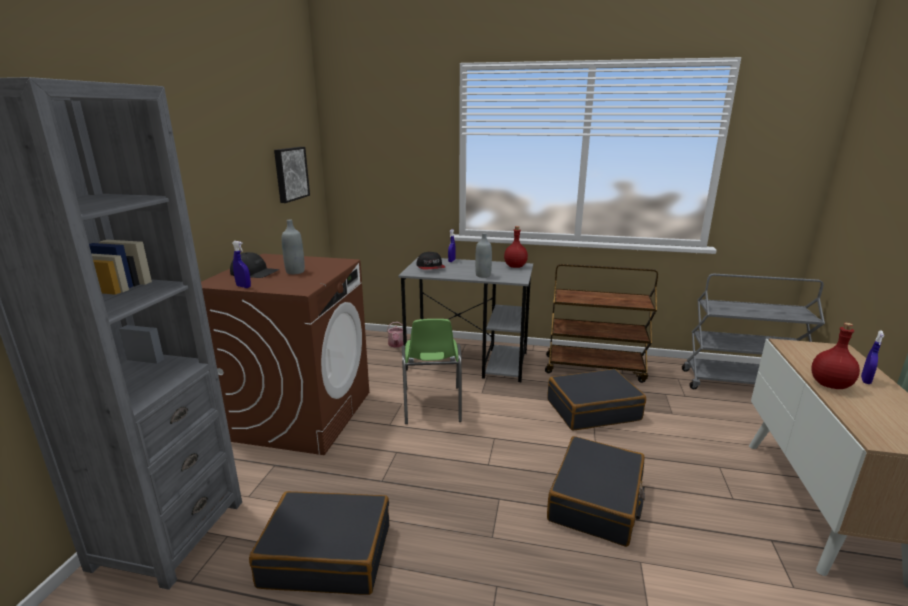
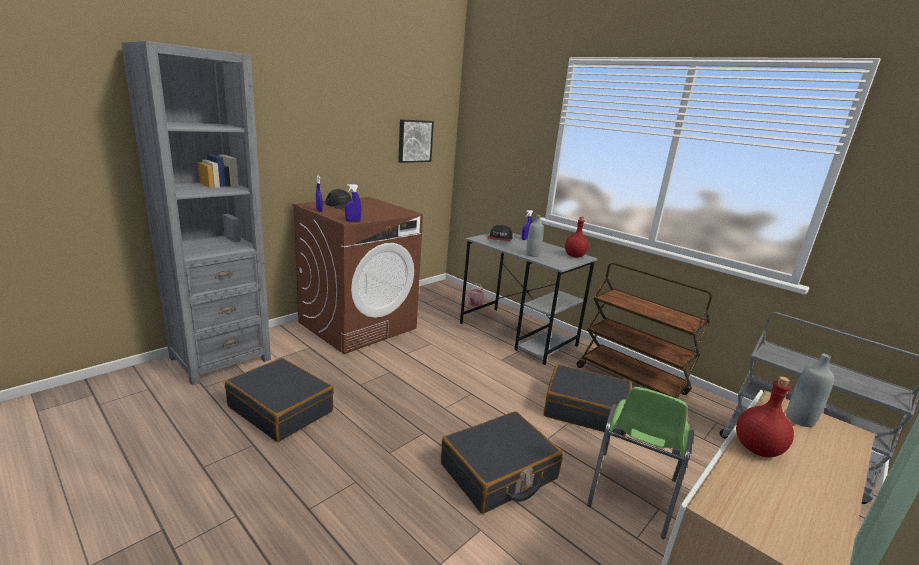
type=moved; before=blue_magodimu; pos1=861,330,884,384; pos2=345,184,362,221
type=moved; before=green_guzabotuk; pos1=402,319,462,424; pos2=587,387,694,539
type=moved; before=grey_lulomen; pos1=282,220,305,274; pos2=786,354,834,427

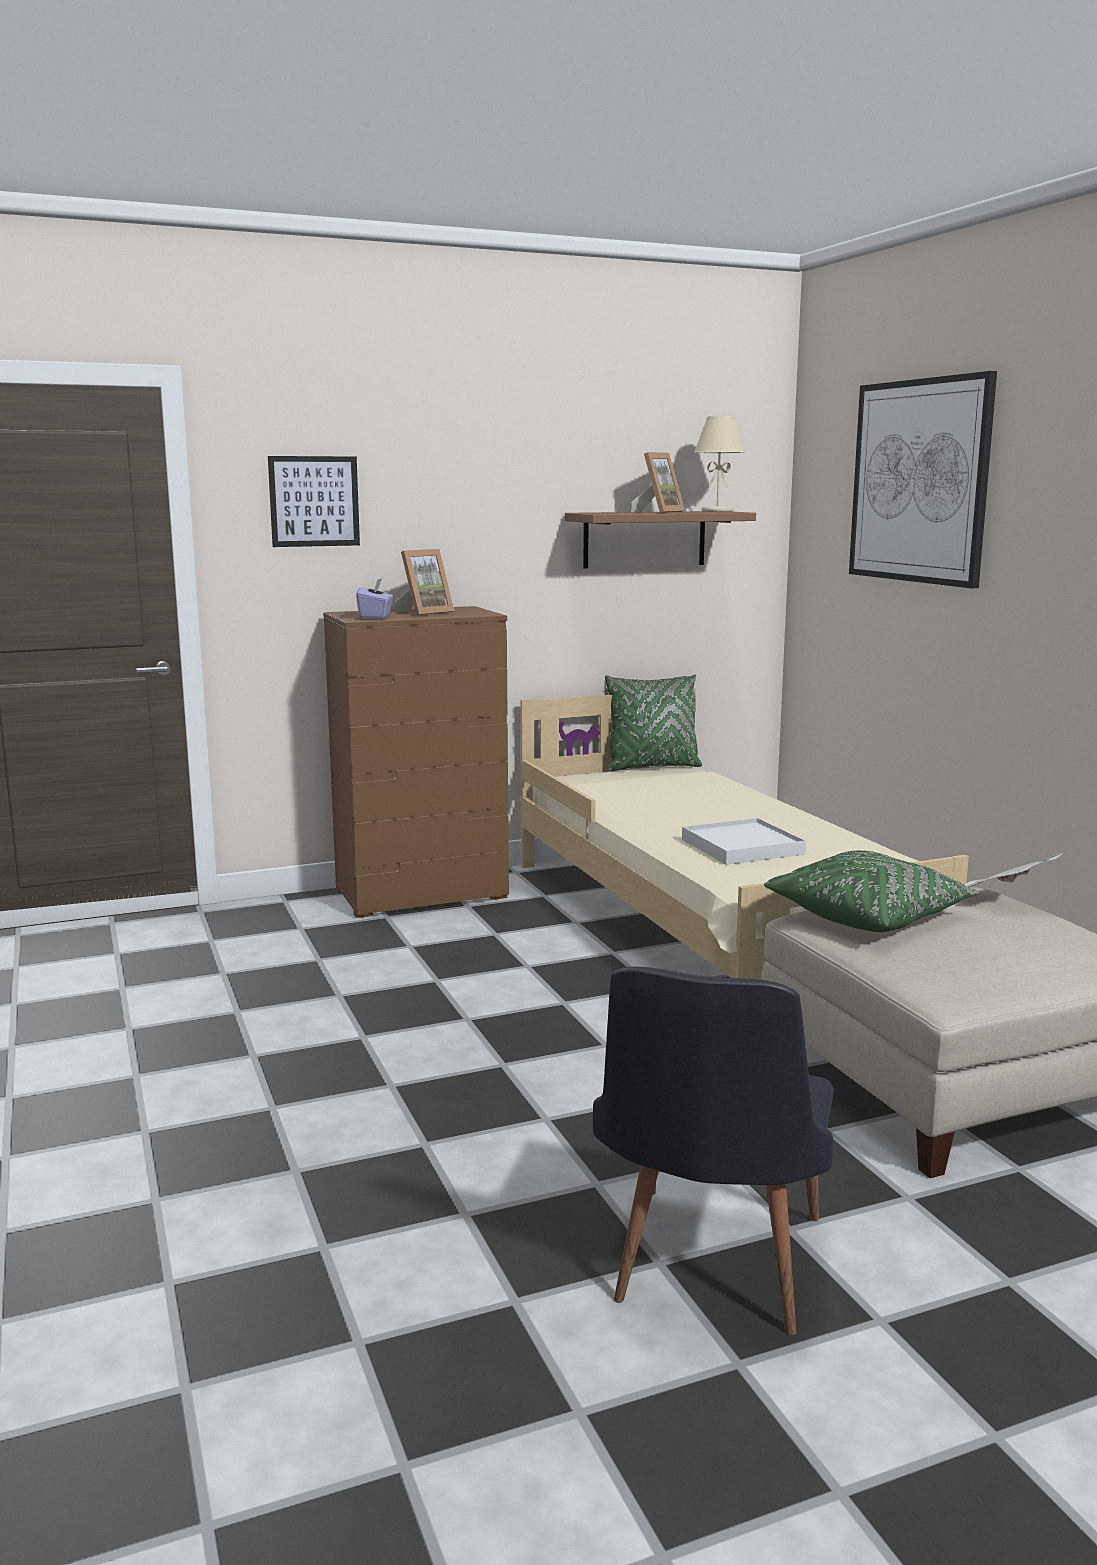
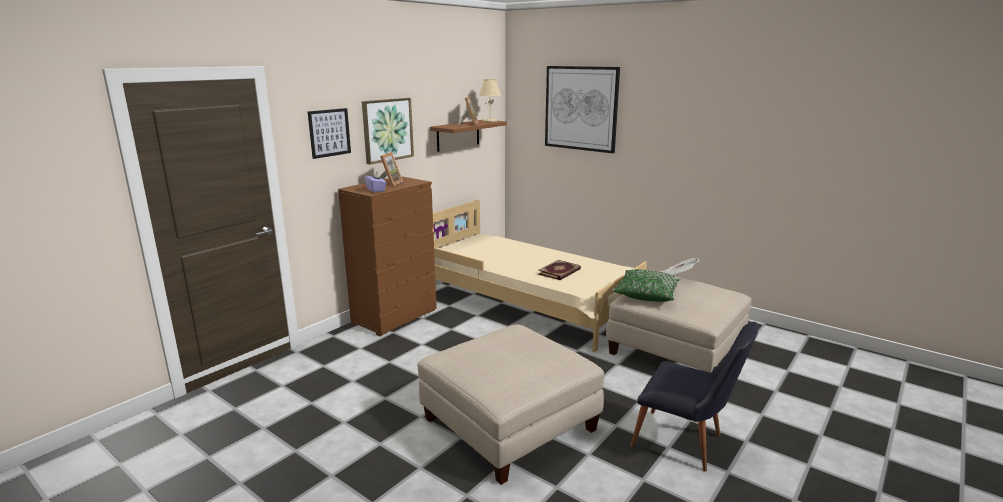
type=added; after=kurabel; pos2=362,98,414,165
type=added; after=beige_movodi; pos2=417,324,604,485
type=replaced; before=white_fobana; after=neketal; pos1=682,818,806,865; pos2=538,260,581,280
type=turned; before=black_guzabotuk; pos1=593,967,834,1335; pos2=630,322,758,472; turn=-45
type=removed; before=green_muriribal; pos1=605,675,702,772

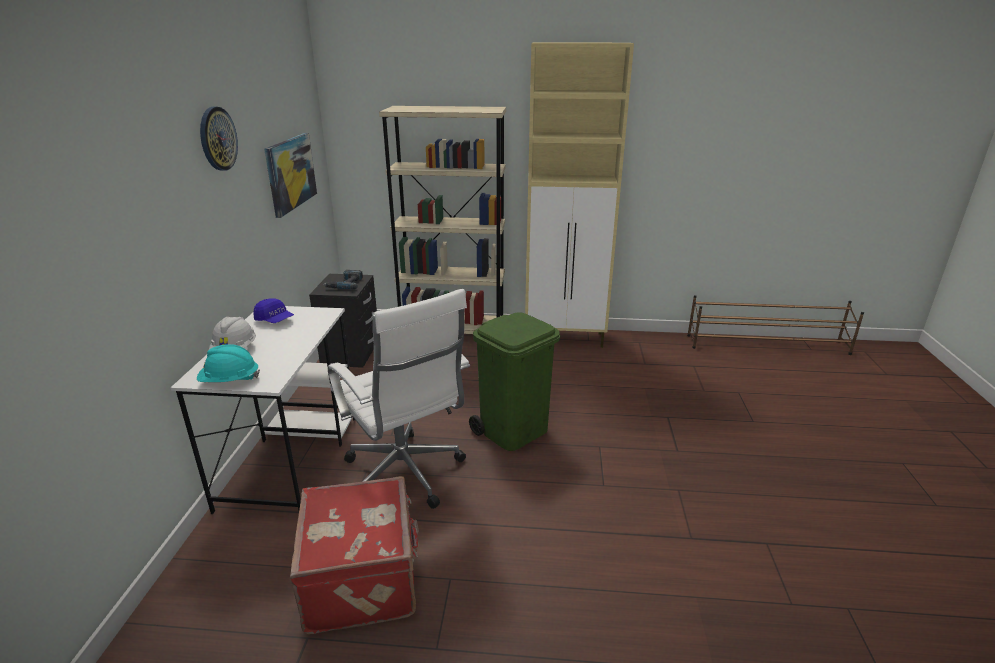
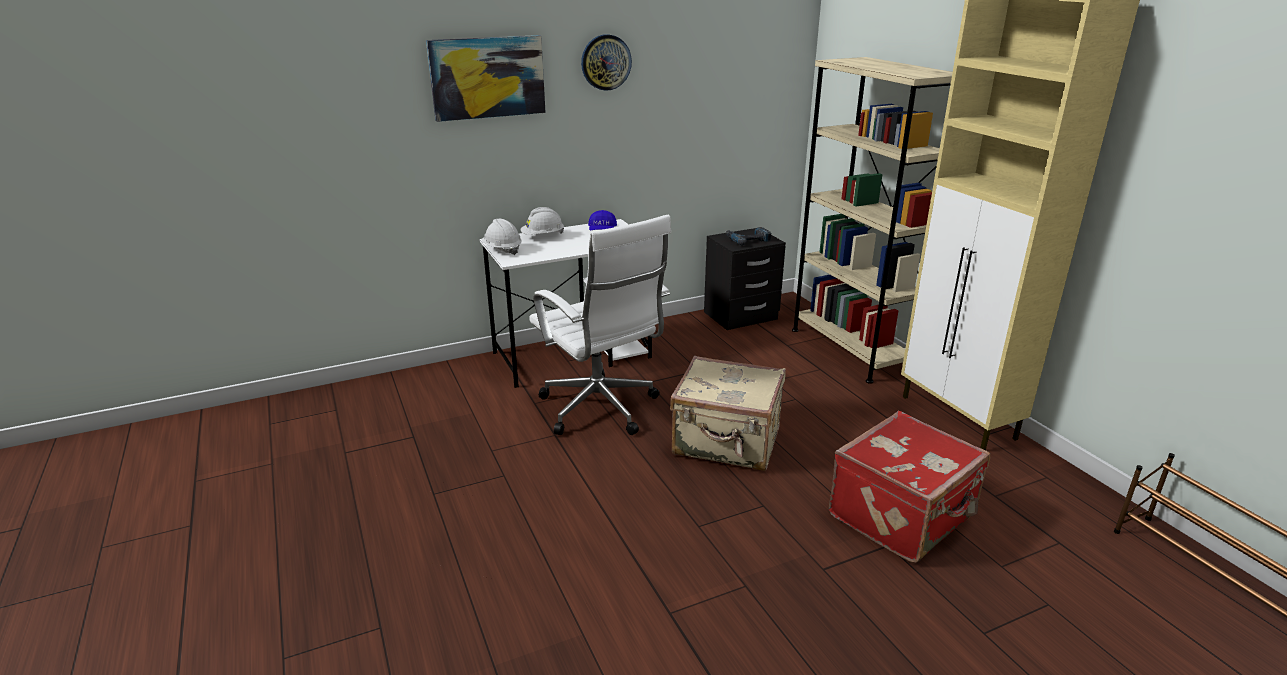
type=moved; before=kurabel; pos1=264,133,317,218; pos2=426,35,546,122
type=recoloured; before=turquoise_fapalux; after=white_fapalux; pos1=197,344,260,382; pos2=481,219,522,255
type=turned; before=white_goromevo; pos1=328,289,470,509; pos2=529,215,671,435; turn=-60
type=replaced; before=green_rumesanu; after=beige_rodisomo; pos1=469,312,560,451; pos2=670,356,786,471
type=moved; before=red_rodisomo; pos1=290,476,419,634; pos2=829,411,990,563

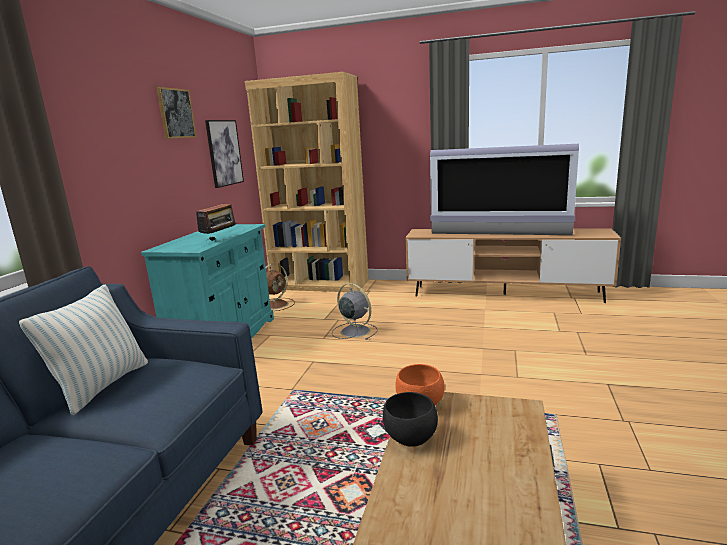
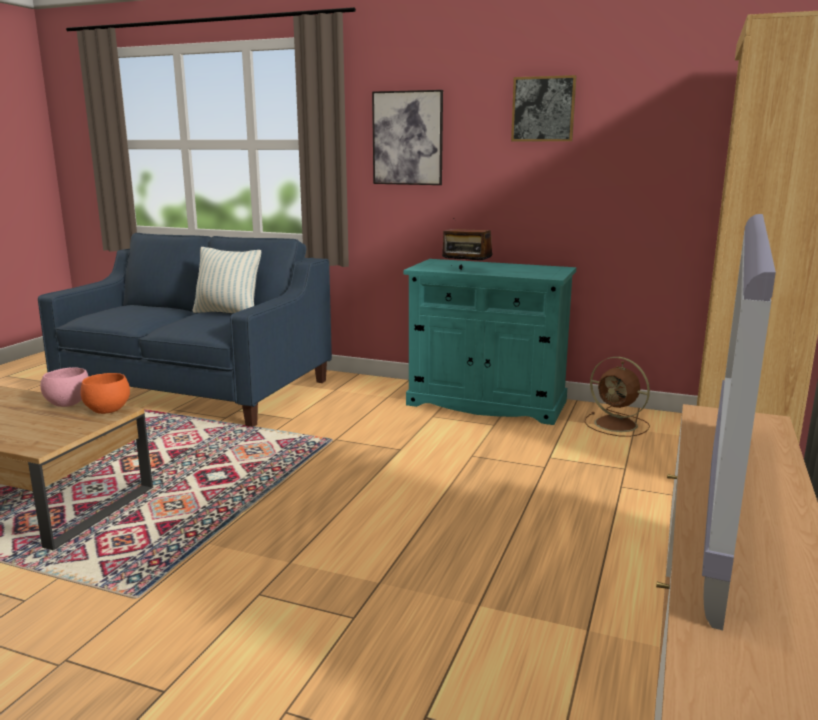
type=recoloured; before=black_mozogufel; after=pink_mozogufel; pos1=383,392,438,447; pos2=40,367,89,407
type=moved; before=kurabel; pos1=205,120,244,188; pos2=372,90,443,185
type=removed; before=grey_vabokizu; pos1=332,283,378,340

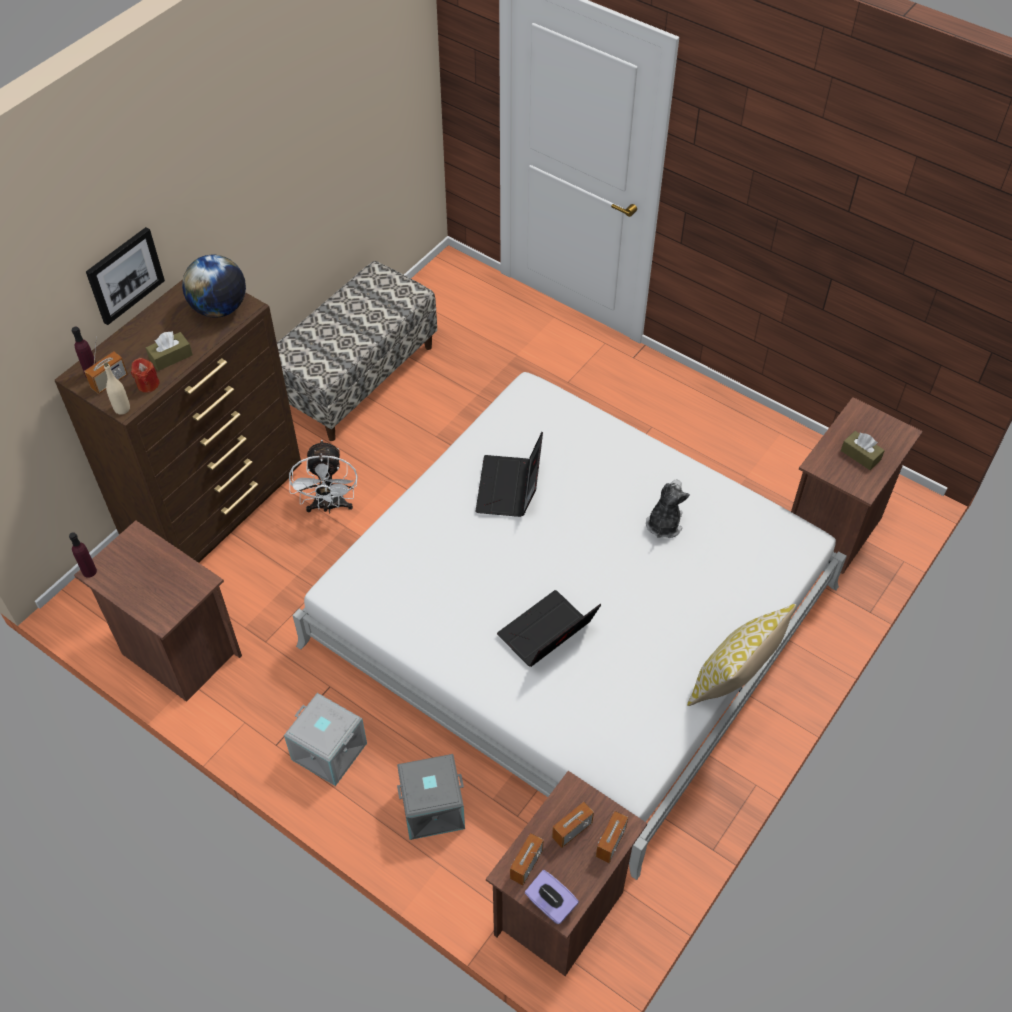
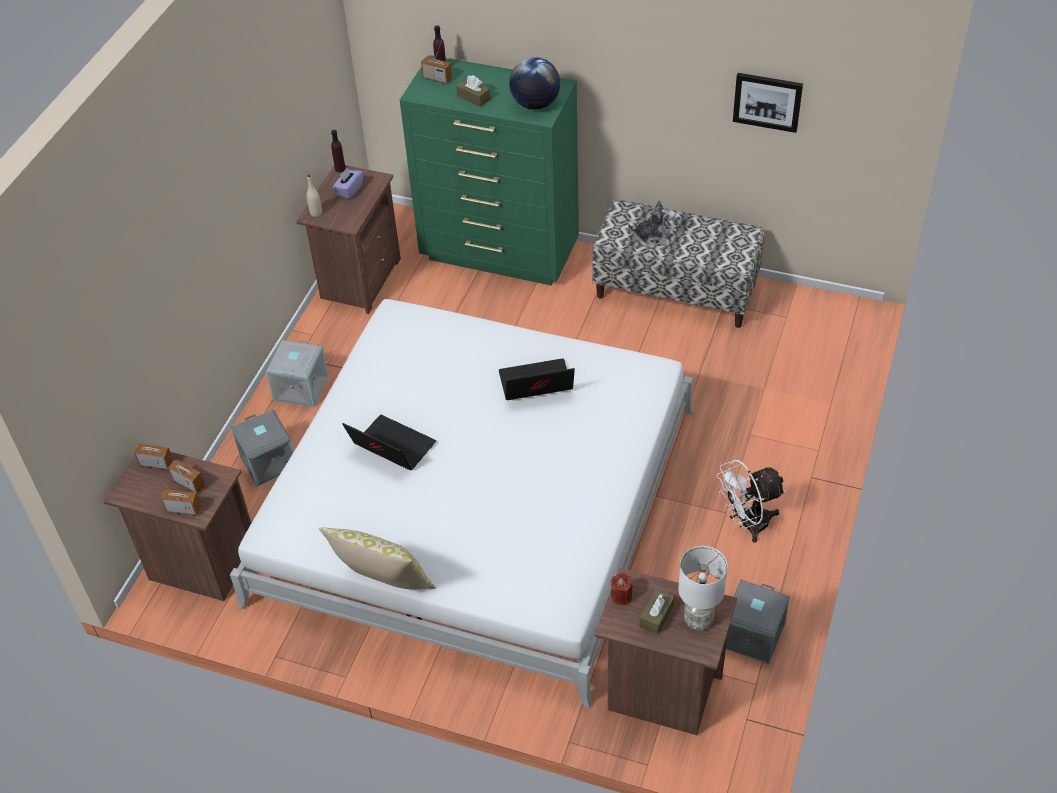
type=moved; before=beige_lulomen; pos1=104,363,130,415; pos2=307,175,322,217
type=moved; before=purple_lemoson; pos1=525,870,579,924; pos2=333,167,363,199
type=recoloured; before=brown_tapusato; after=green_tapusato; pos1=55,280,301,563; pos2=400,55,579,285
type=moved; before=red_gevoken; pos1=131,358,160,393; pos2=611,572,633,605
type=moved; before=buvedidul; pos1=646,479,690,538; pos2=628,200,675,248
type=added; after=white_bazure; pos2=678,546,728,630
type=moved; before=white_vabokizu; pos1=289,440,358,514; pos2=717,460,786,543
type=added; after=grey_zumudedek; pos2=726,579,790,665
type=moved; before=kurabel; pos1=86,227,165,325; pos2=733,73,803,133

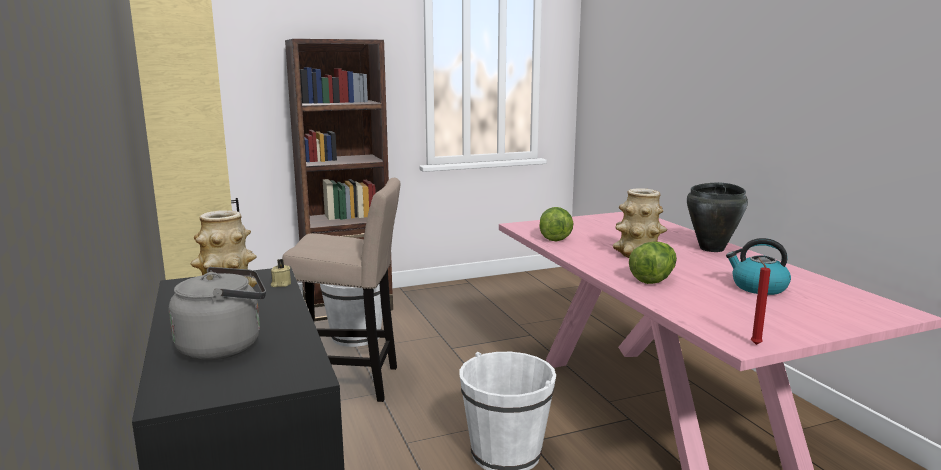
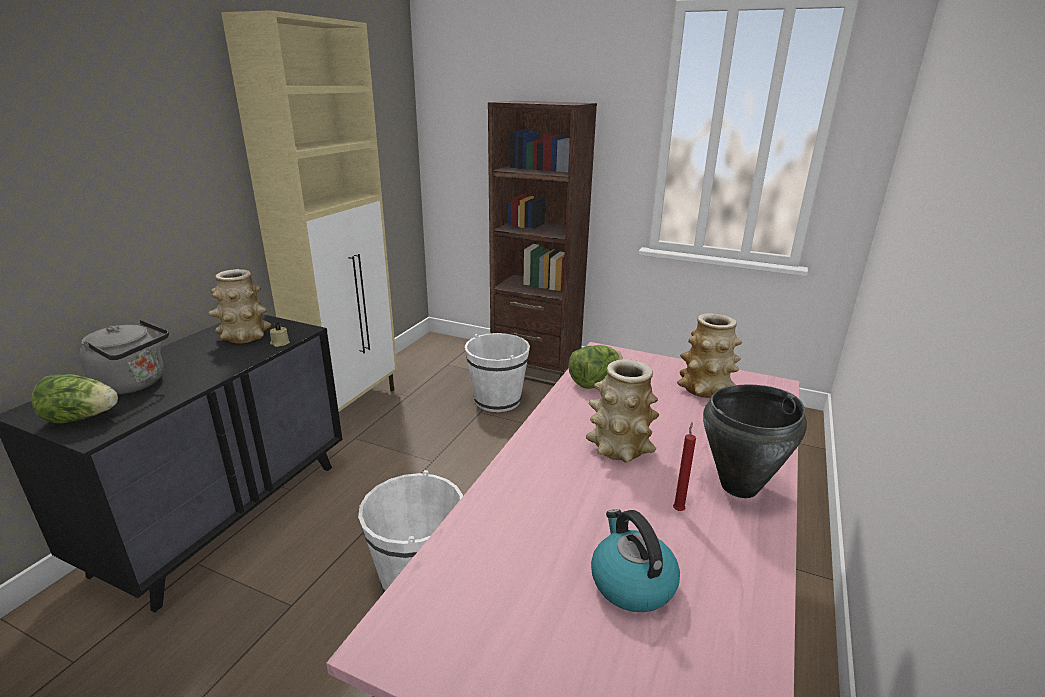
type=moved; before=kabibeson; pos1=629,242,677,284; pos2=31,374,118,423
type=moved; before=red_gevoken; pos1=751,258,771,345; pos2=673,423,696,511
type=added; after=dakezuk; pos2=677,313,742,398
type=removed; before=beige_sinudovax; pos1=282,178,400,402

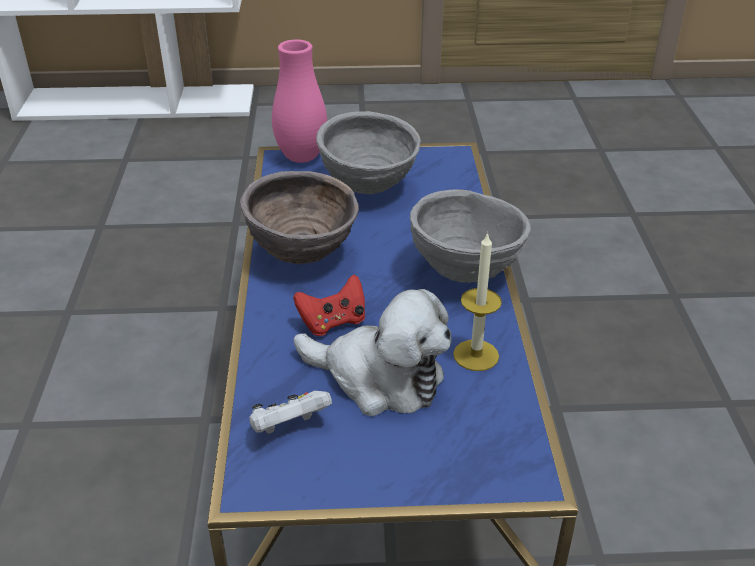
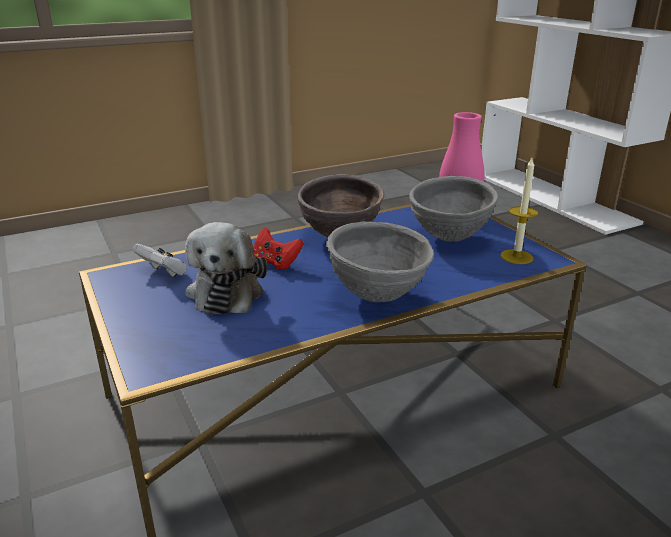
type=moved; before=gevoken; pos1=453,232,502,371; pos2=501,158,538,264

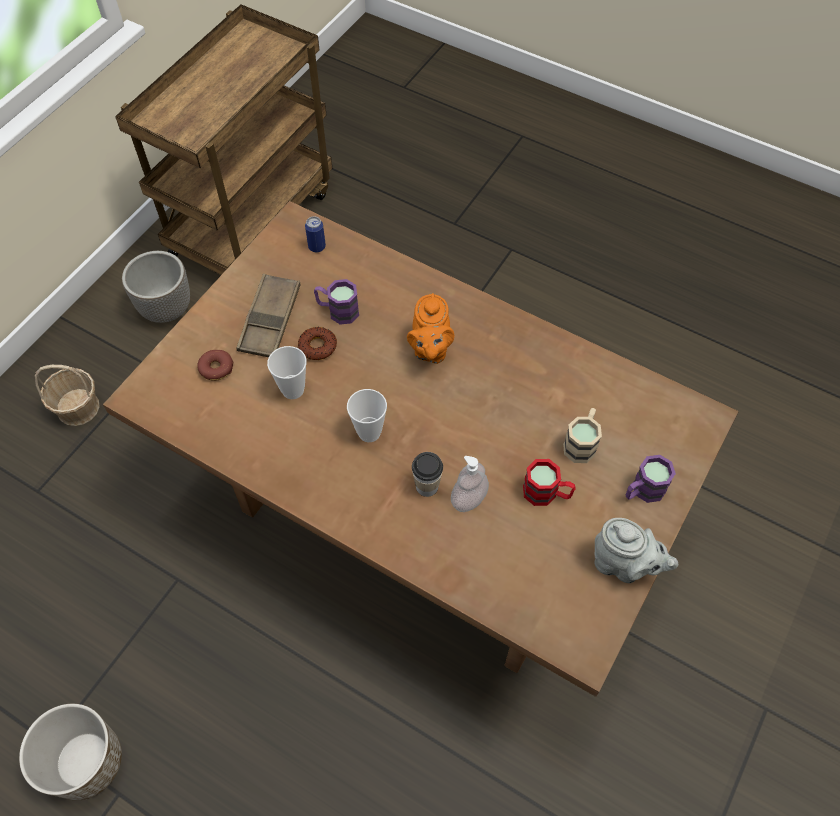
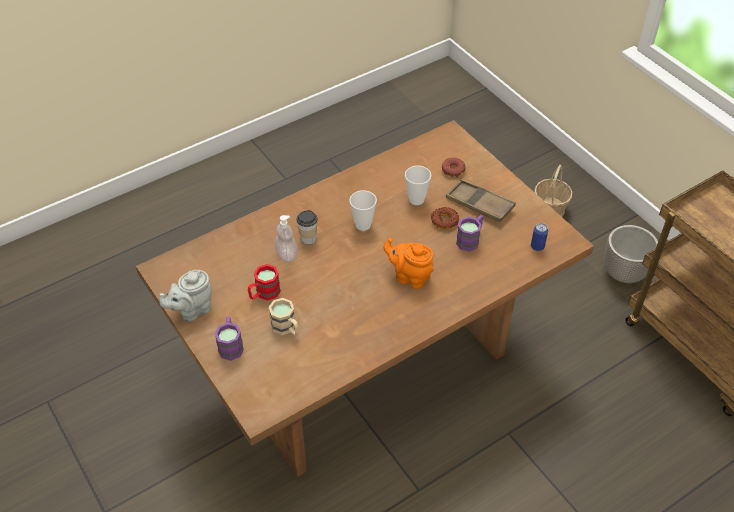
type=removed; before=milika; pos1=19,704,122,800

